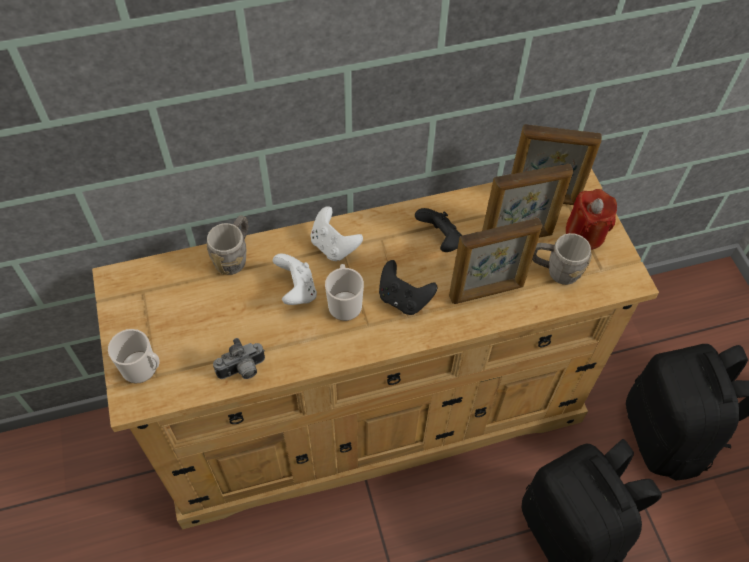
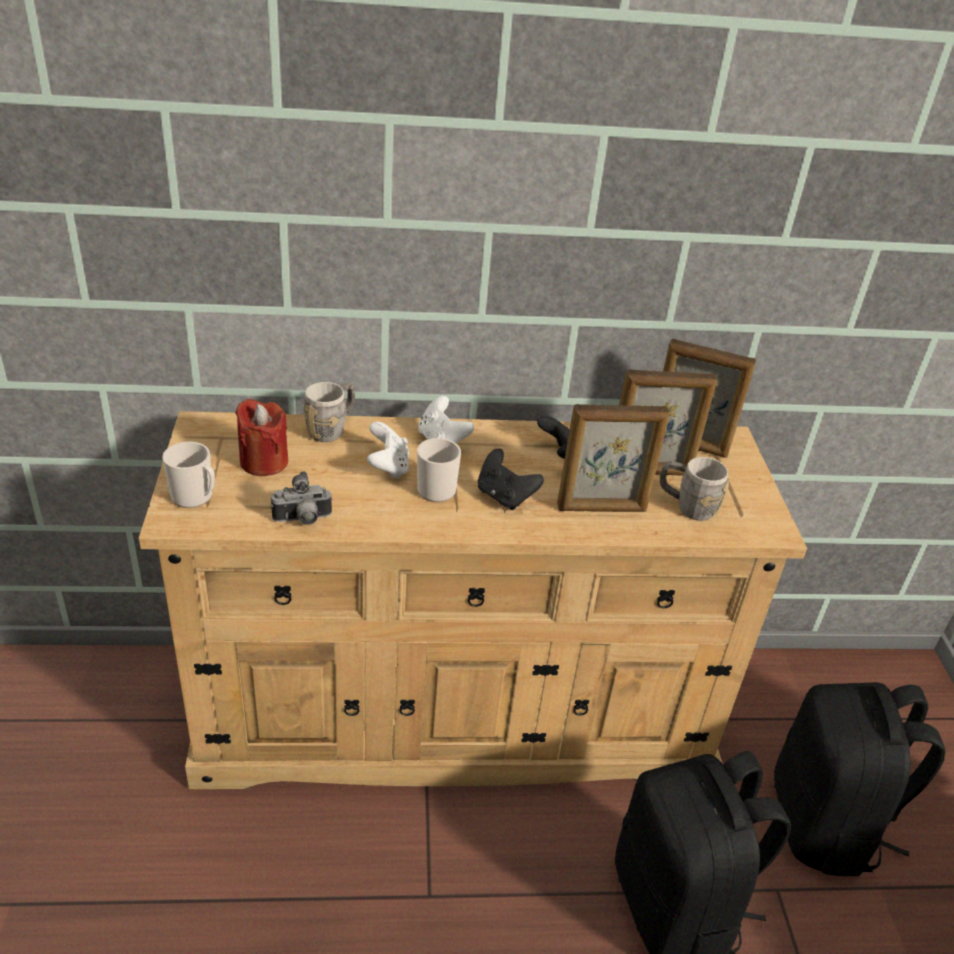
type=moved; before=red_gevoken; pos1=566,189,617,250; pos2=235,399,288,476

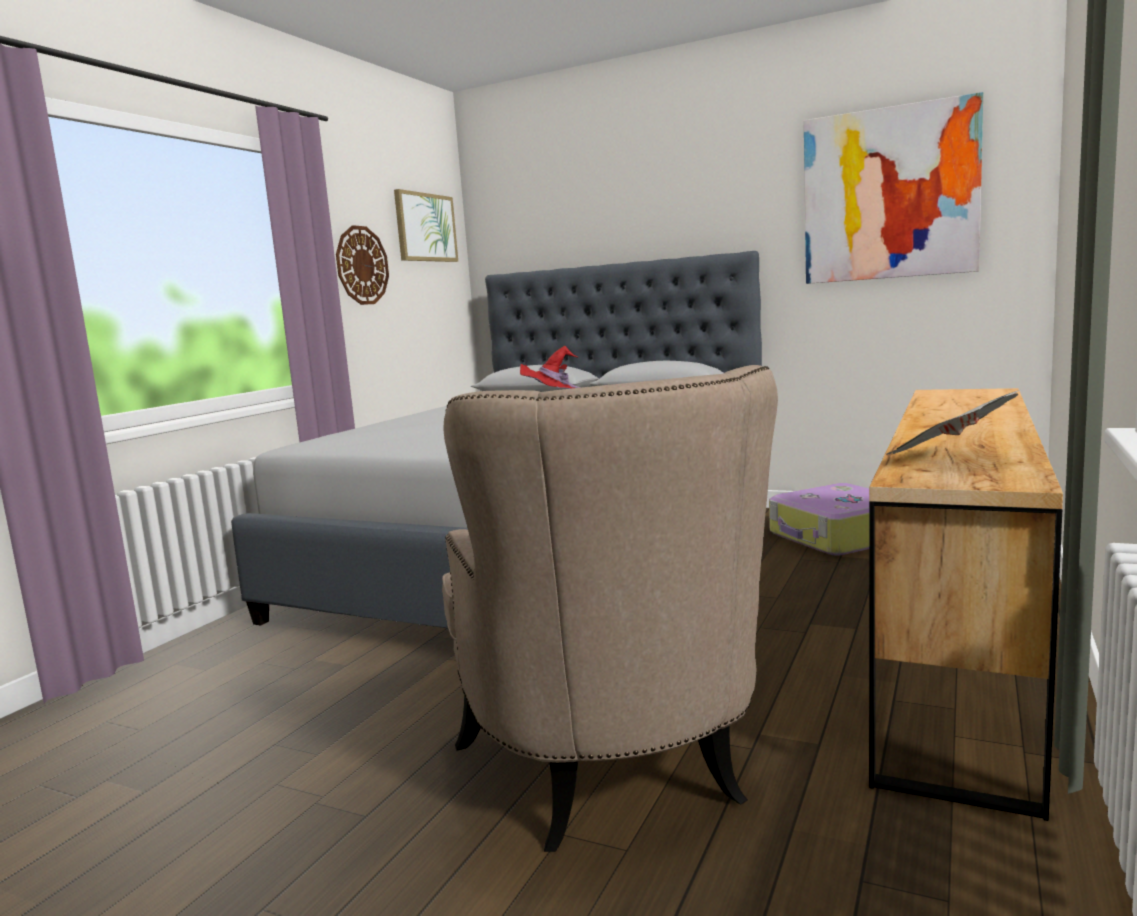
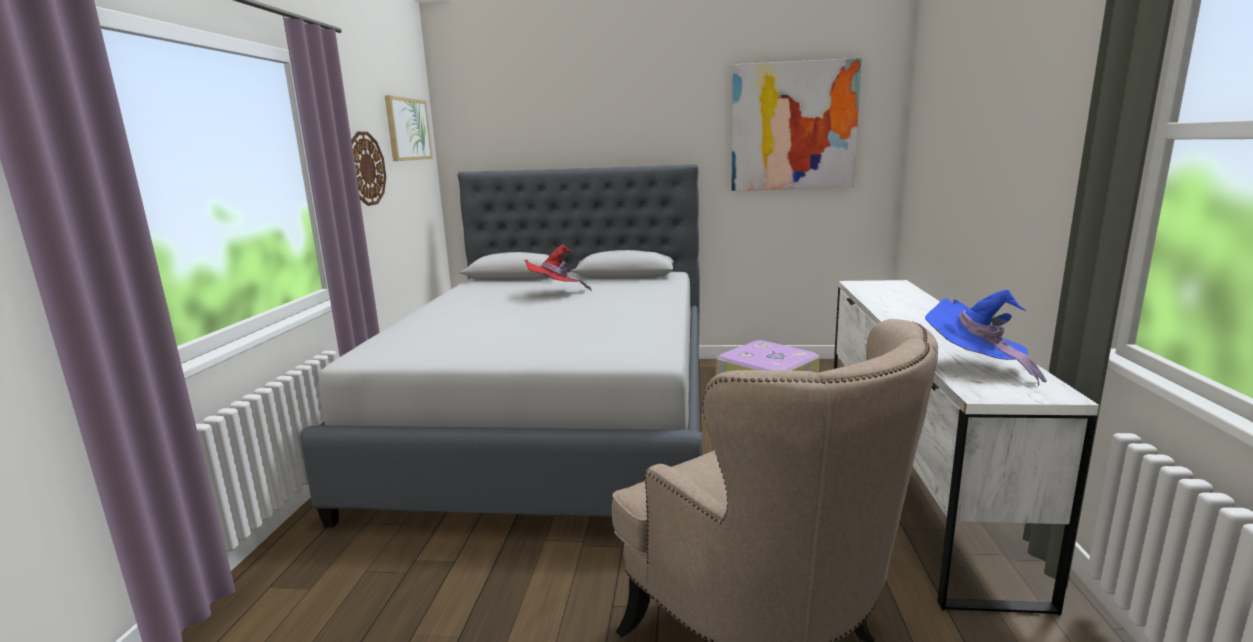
type=recoloured; before=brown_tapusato; after=white_tapusato; pos1=869,388,1063,821; pos2=834,280,1099,615
type=replaced; before=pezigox; after=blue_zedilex; pos1=887,390,1019,455; pos2=925,289,1047,386

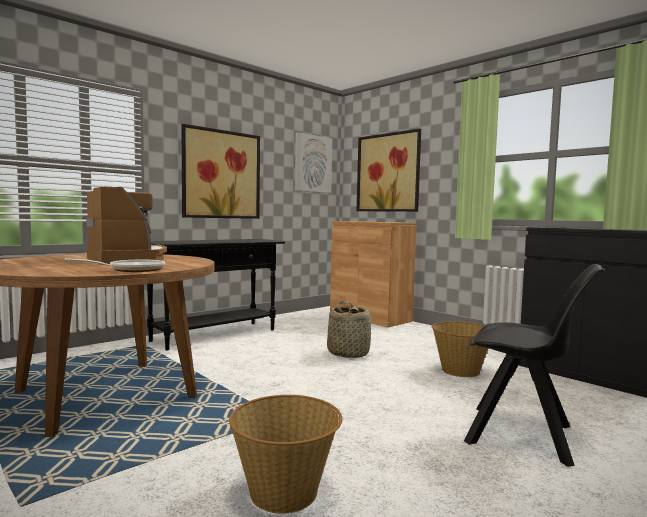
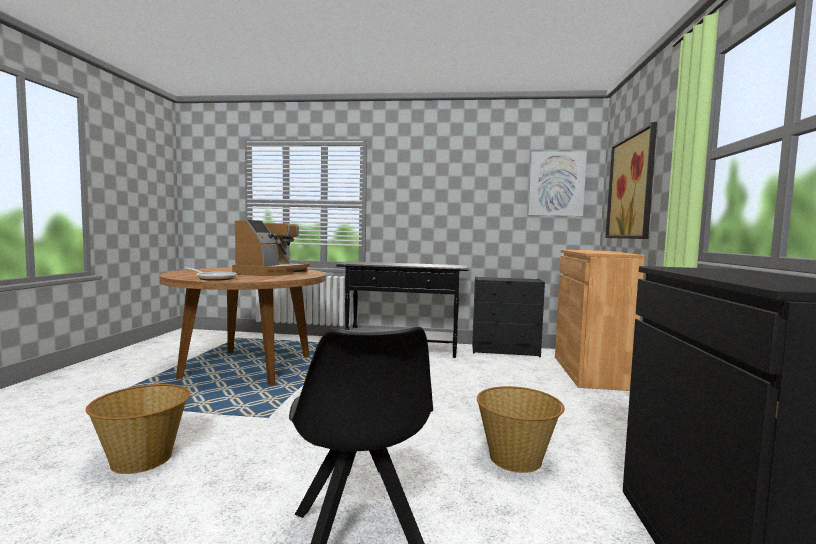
type=added; after=black_tapusato; pos2=472,276,545,357
type=removed; before=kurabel; pos1=181,124,260,219
type=removed; before=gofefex; pos1=327,301,372,358

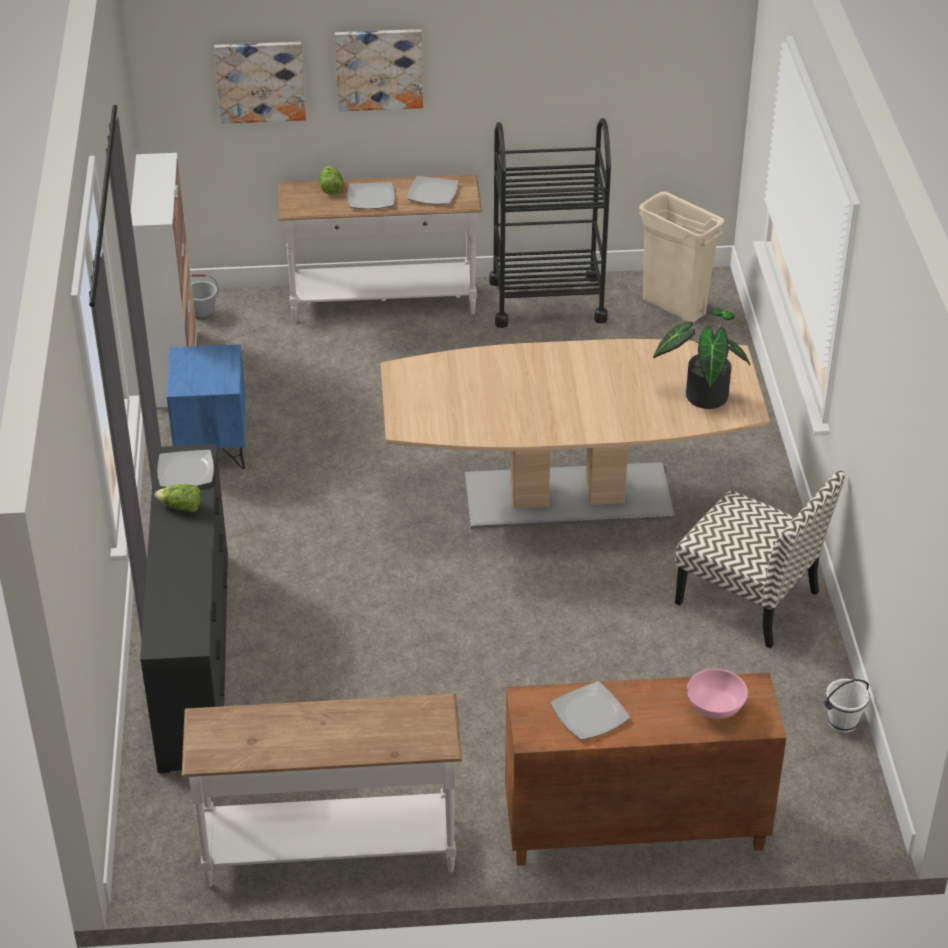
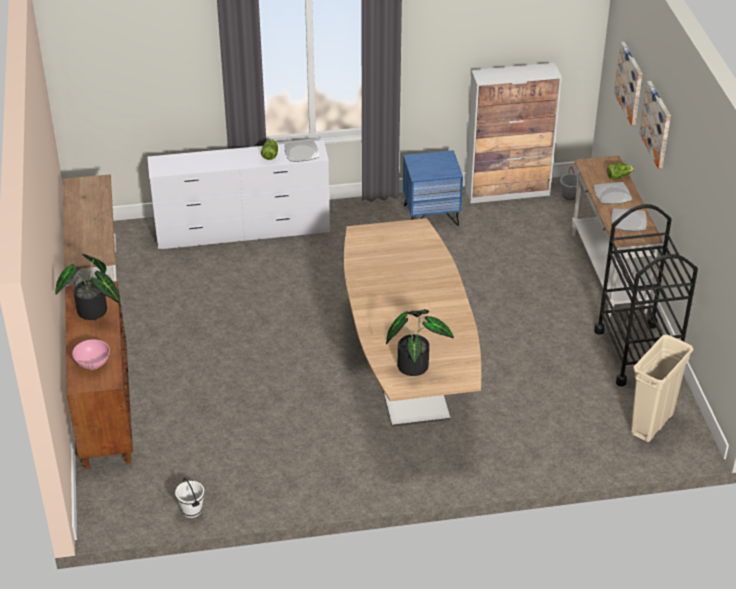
type=replaced; before=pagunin; after=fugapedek; pos1=550,681,630,740; pos2=55,254,120,320
type=recoloured; before=black_tapusato; after=white_tapusato; pos1=140,444,228,773; pos2=148,140,330,249
type=removed; before=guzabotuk; pos1=675,470,845,649

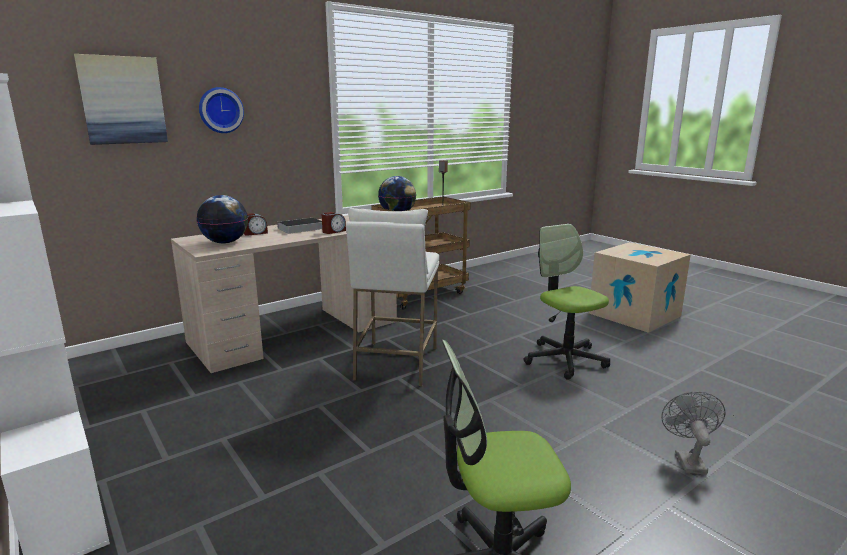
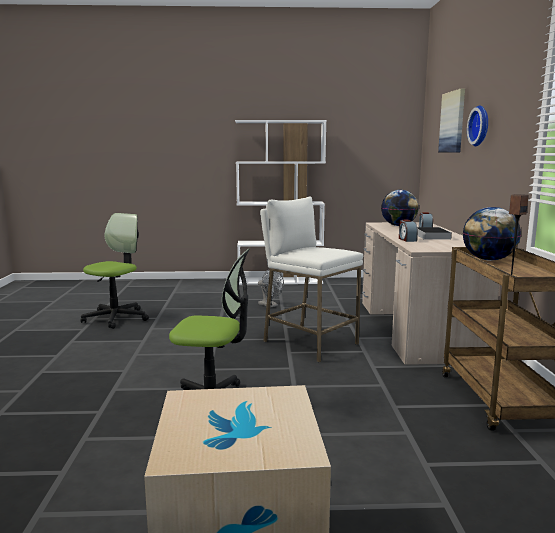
type=moved; before=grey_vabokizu; pos1=661,391,726,475; pos2=258,268,284,308

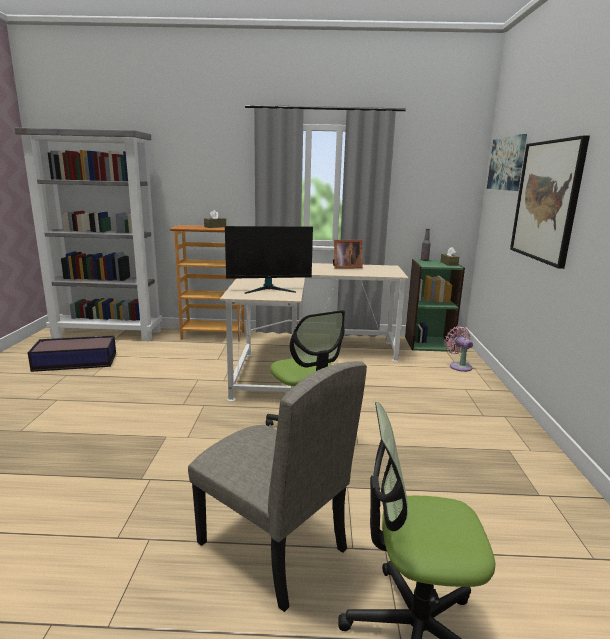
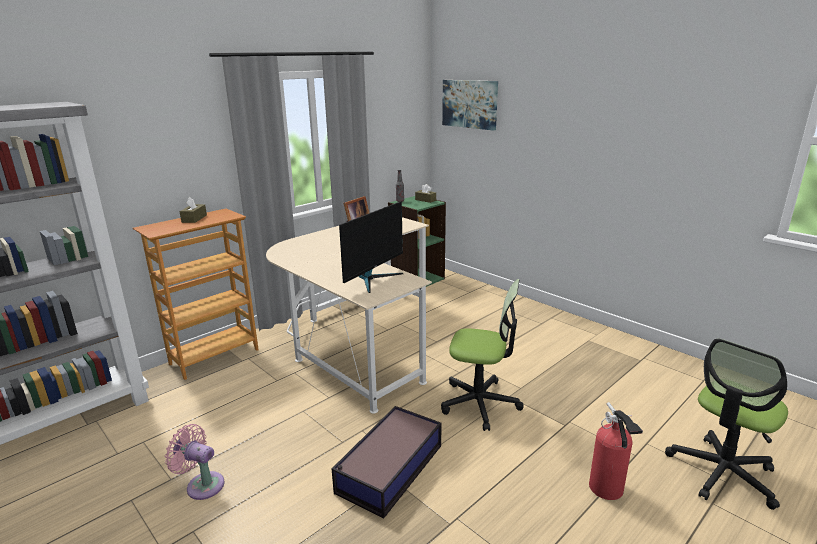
type=moved; before=pink_vabokizu; pos1=445,326,473,372; pos2=165,424,224,500
type=moved; before=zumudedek; pos1=27,336,116,372; pos2=332,406,442,518
type=replaced; before=beige_guzabotuk; after=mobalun; pos1=188,361,367,612; pos2=589,402,643,500
type=removed; before=kurabel; pos1=510,135,590,269

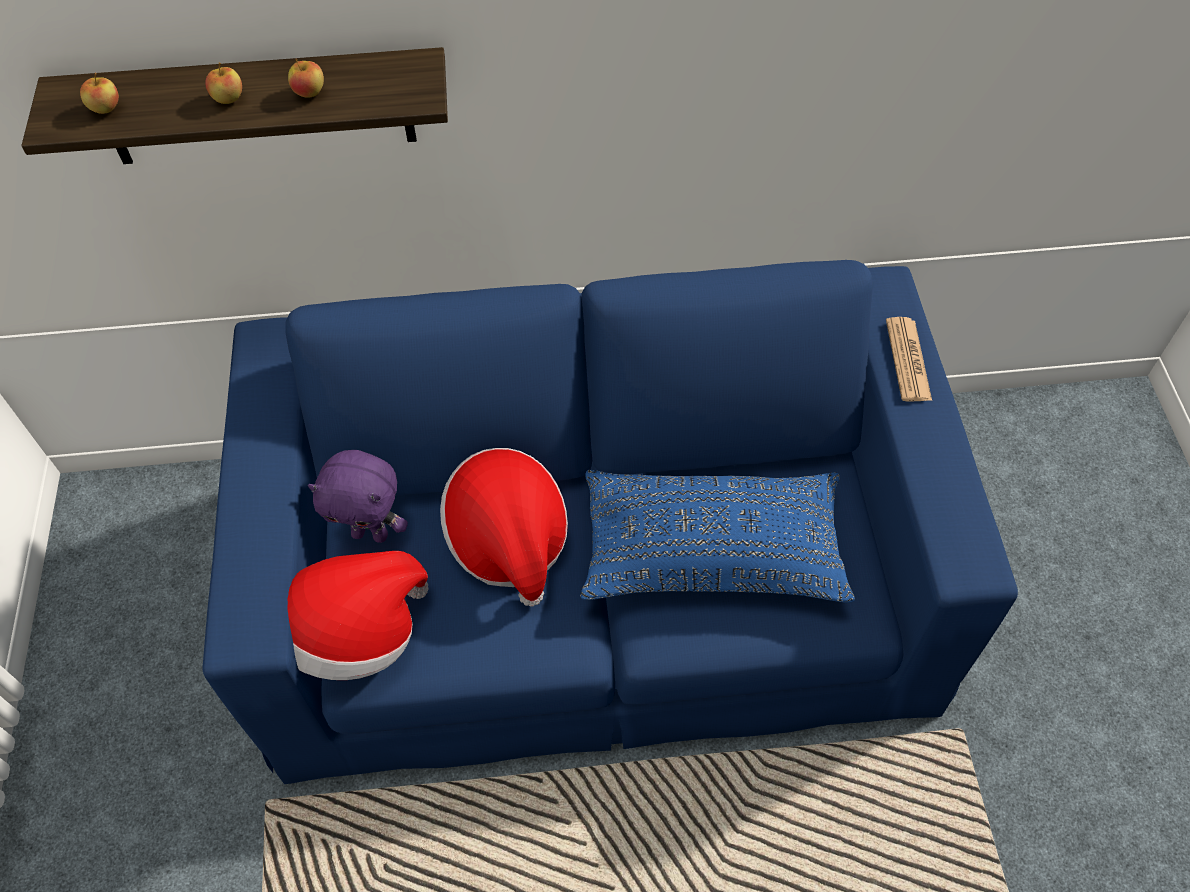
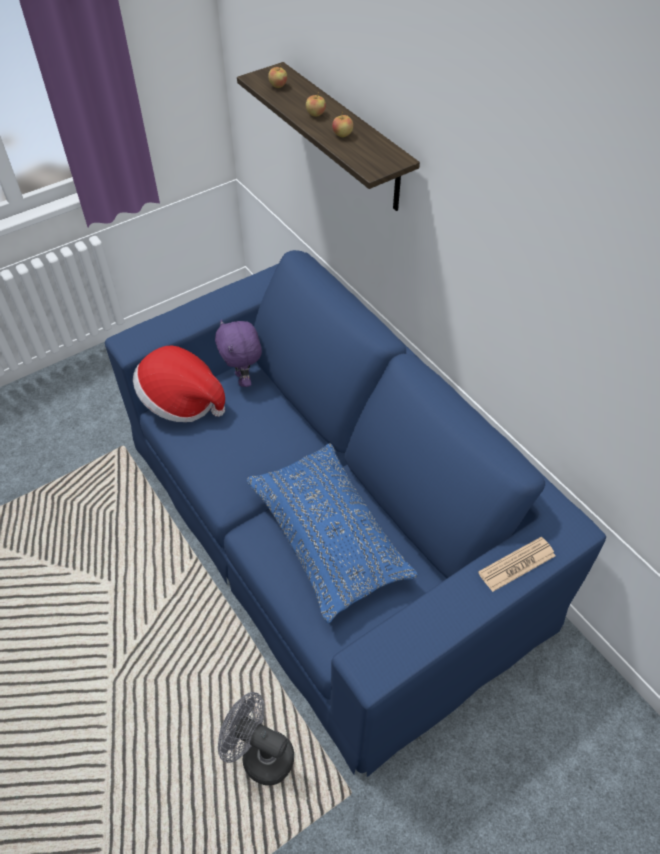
type=added; after=grey_vabokizu; pos2=218,692,294,785
type=removed; before=zedilex; pos1=440,448,568,607

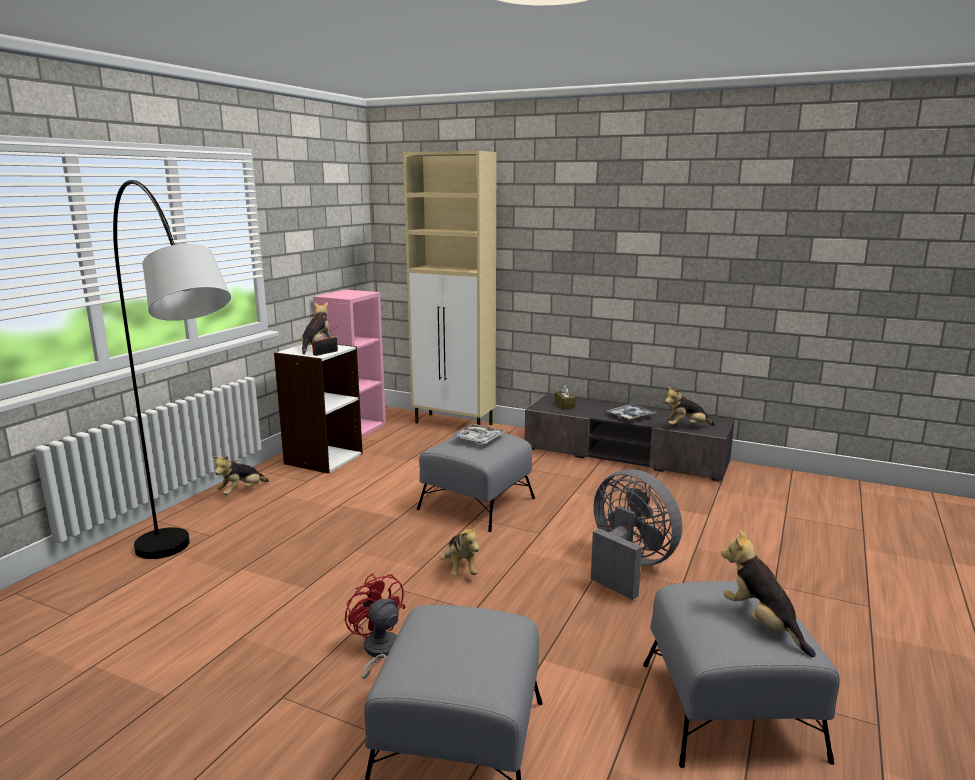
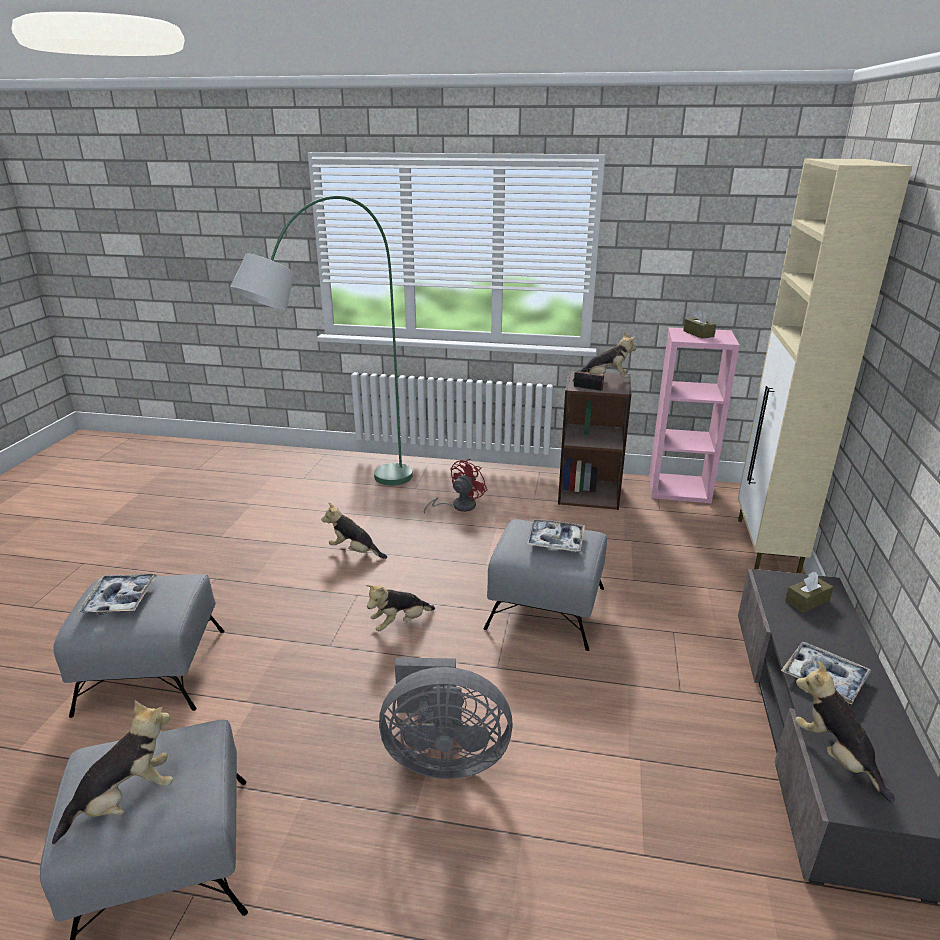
type=added; after=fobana; pos2=77,574,158,615
type=recoloured; before=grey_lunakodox; after=green_lunakodox; pos1=113,180,231,559; pos2=230,196,413,485
type=moved; before=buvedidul; pos1=213,455,269,495; pos2=321,503,387,559
type=turned; before=grey_vabokizu; pos1=591,469,682,600; pos2=379,657,513,779; turn=60
type=moved; before=red_vabokizu; pos1=345,573,406,679; pos2=424,459,487,514
type=recoloured; before=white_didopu; after=brown_didopu; pos1=274,344,363,474; pos2=558,370,632,510
type=added; after=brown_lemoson; pos2=683,309,716,339

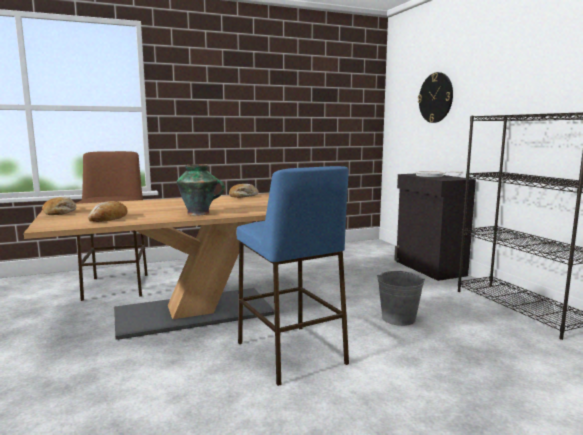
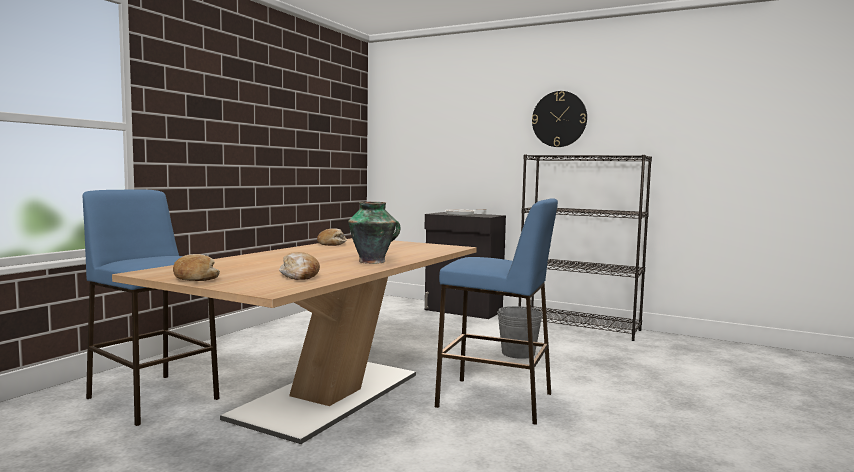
type=recoloured; before=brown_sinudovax; after=blue_sinudovax; pos1=76,151,148,301; pos2=83,190,219,426
type=moved; before=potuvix; pos1=418,72,453,123; pos2=532,91,587,147

